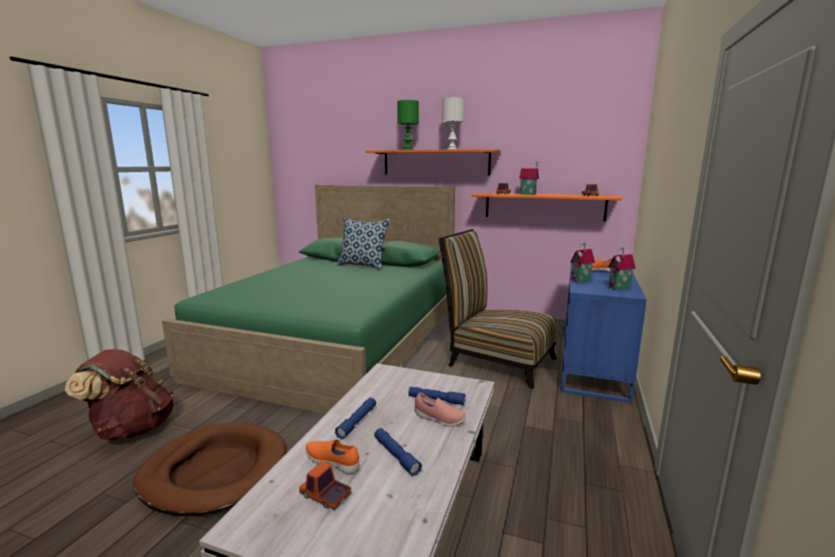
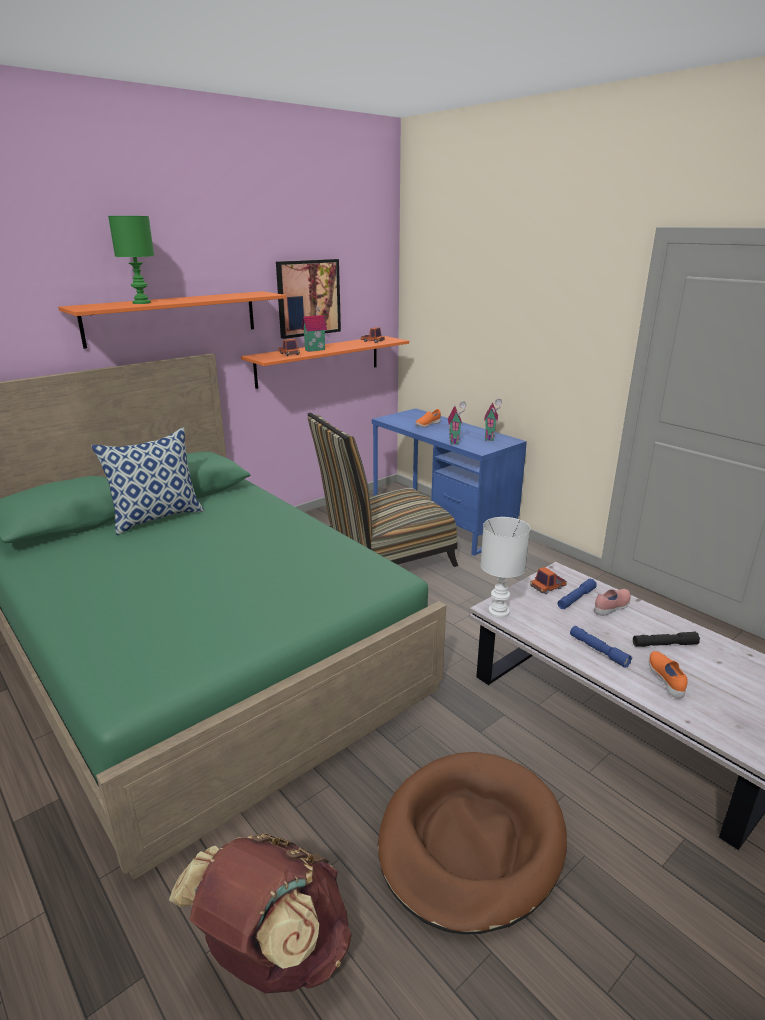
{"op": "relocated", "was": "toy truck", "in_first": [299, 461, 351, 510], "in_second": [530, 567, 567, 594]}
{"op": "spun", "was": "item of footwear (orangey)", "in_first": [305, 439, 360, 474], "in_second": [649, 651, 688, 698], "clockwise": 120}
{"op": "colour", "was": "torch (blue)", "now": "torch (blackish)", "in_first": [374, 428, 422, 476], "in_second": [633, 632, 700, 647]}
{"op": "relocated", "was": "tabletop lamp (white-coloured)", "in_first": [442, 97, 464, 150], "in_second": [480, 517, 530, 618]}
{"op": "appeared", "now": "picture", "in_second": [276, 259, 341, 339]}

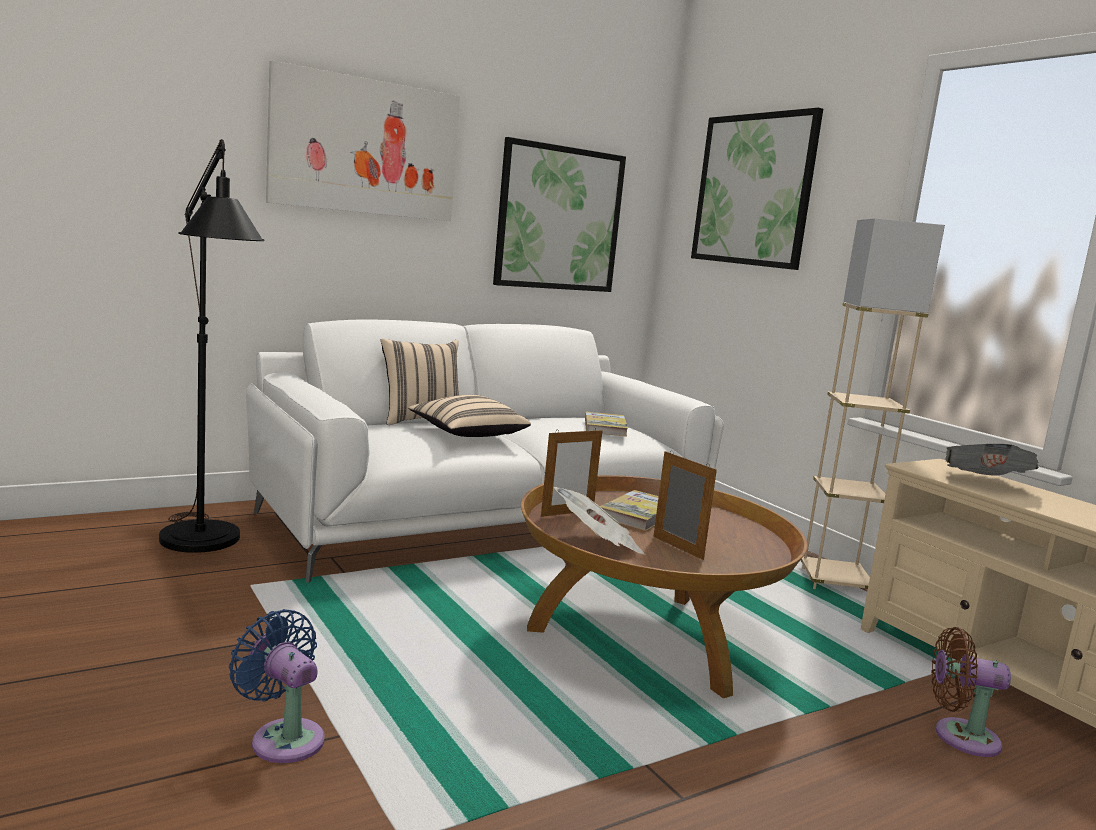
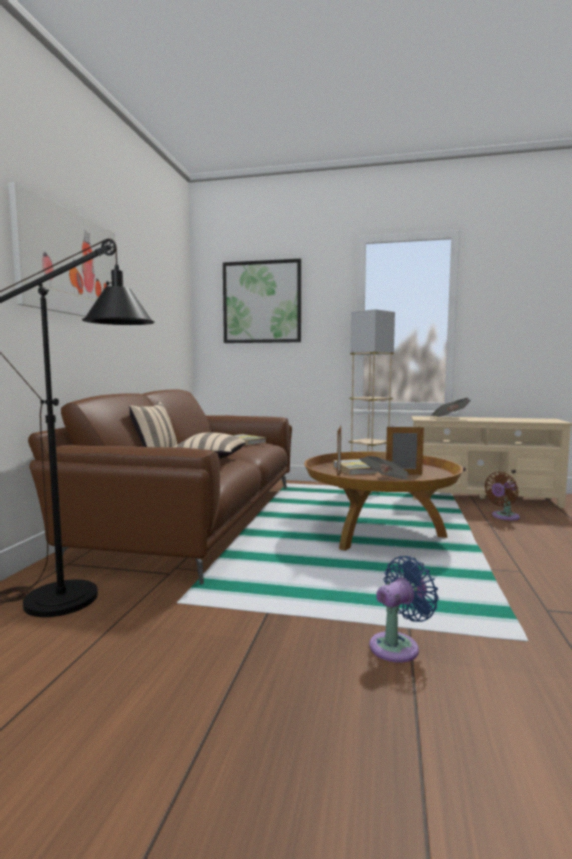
{"op": "spun", "was": "cooling fan (blue)", "in_first": [229, 609, 325, 763], "in_second": [370, 556, 439, 663], "clockwise": 150}
{"op": "colour", "was": "sofa (white-coloured)", "now": "sofa (brown)", "in_first": [246, 319, 724, 583], "in_second": [28, 389, 292, 585]}
{"op": "missing", "was": "picture", "in_first": [493, 137, 626, 292]}

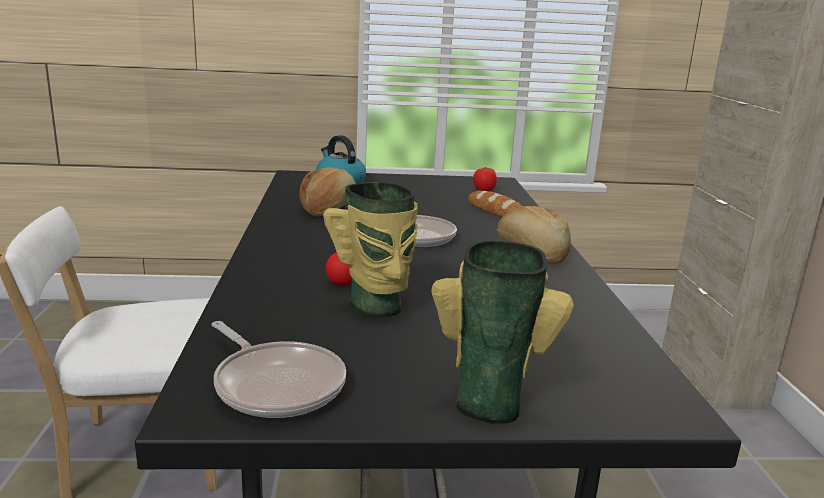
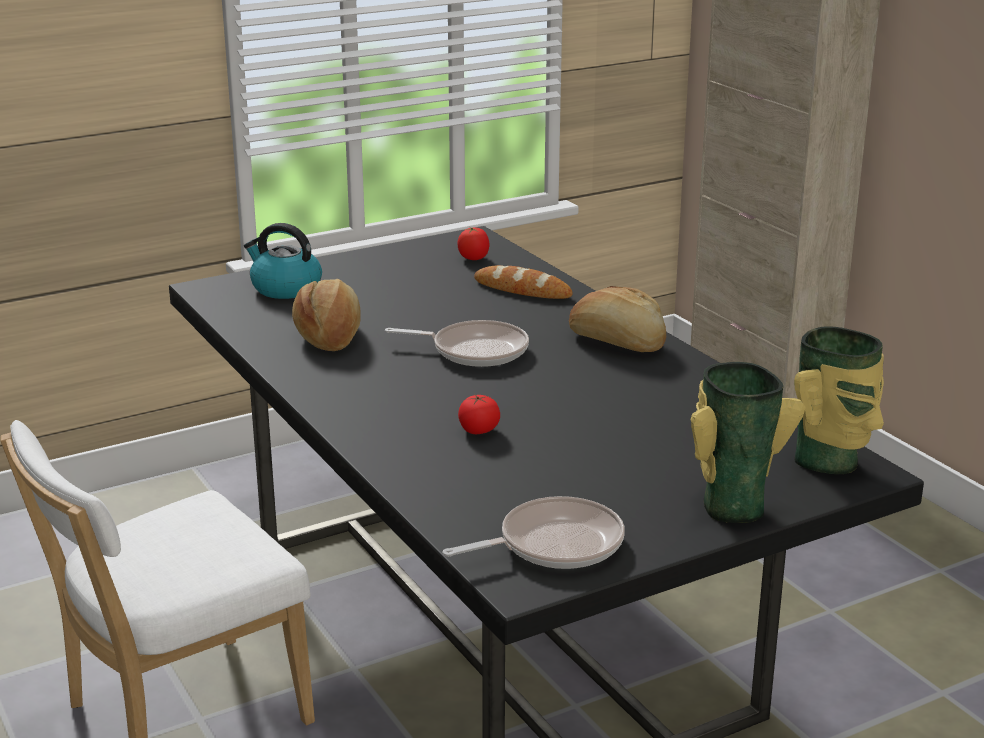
{"op": "spun", "was": "pan", "in_first": [212, 321, 346, 418], "in_second": [443, 496, 625, 569], "clockwise": -45}
{"op": "relocated", "was": "flower vase", "in_first": [323, 182, 419, 318], "in_second": [794, 326, 884, 474]}

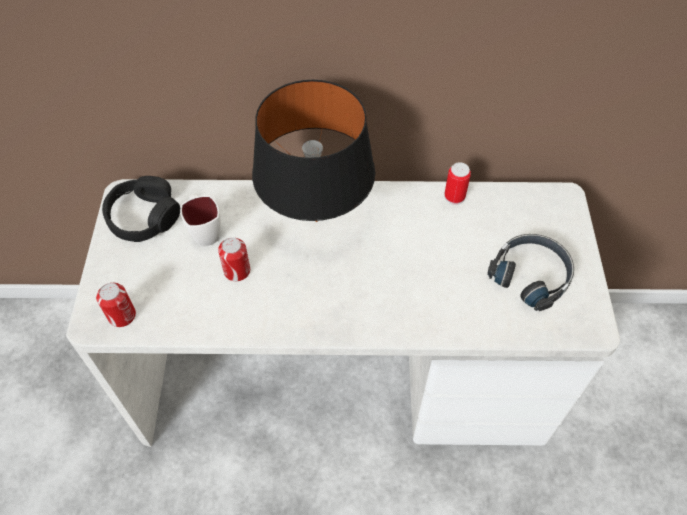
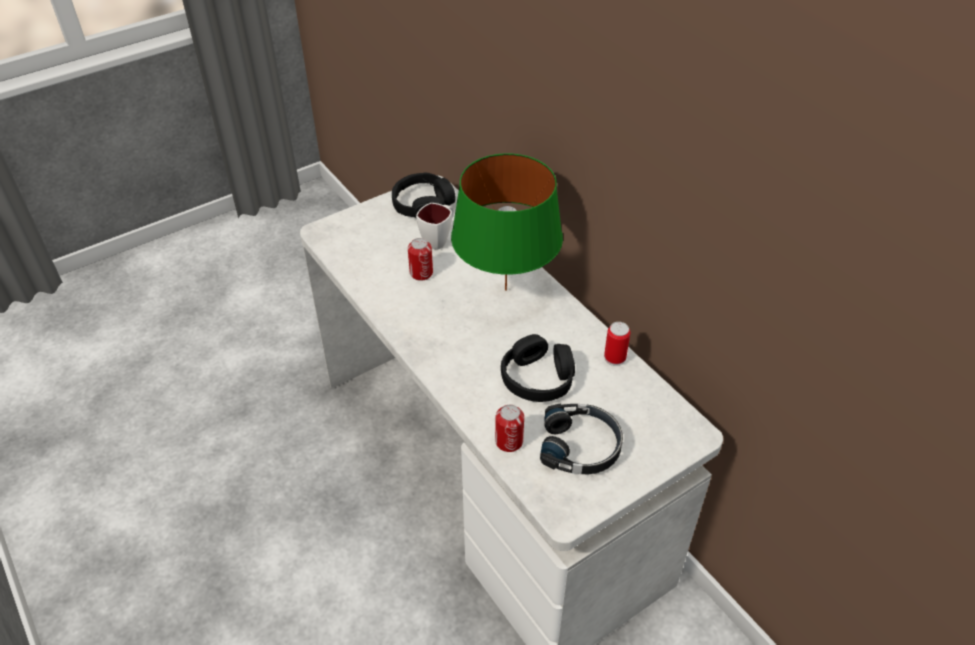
{"op": "relocated", "was": "can", "in_first": [96, 283, 136, 327], "in_second": [495, 405, 524, 452]}
{"op": "colour", "was": "tabletop lamp (blackish)", "now": "tabletop lamp (greenish)", "in_first": [252, 80, 375, 222], "in_second": [451, 153, 563, 291]}
{"op": "appeared", "now": "pair of headphones (blackish)", "in_second": [501, 334, 575, 402]}

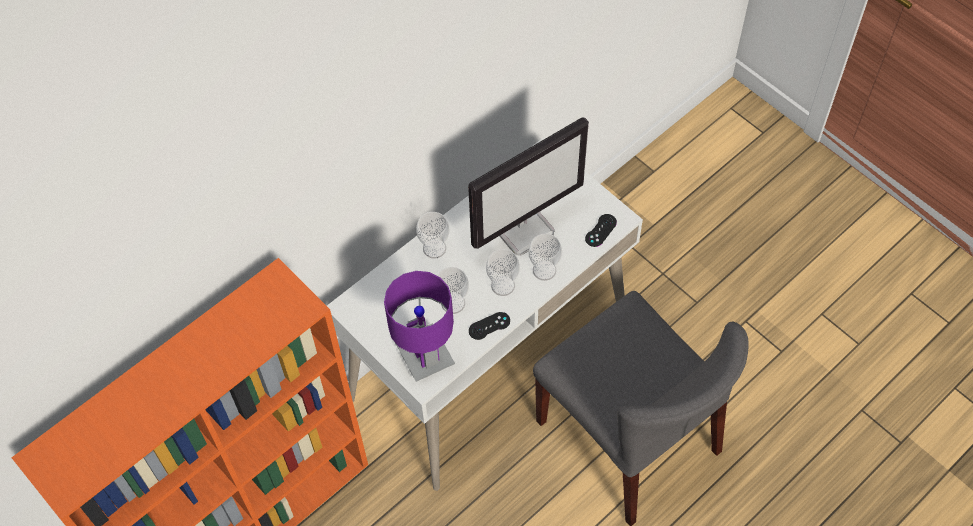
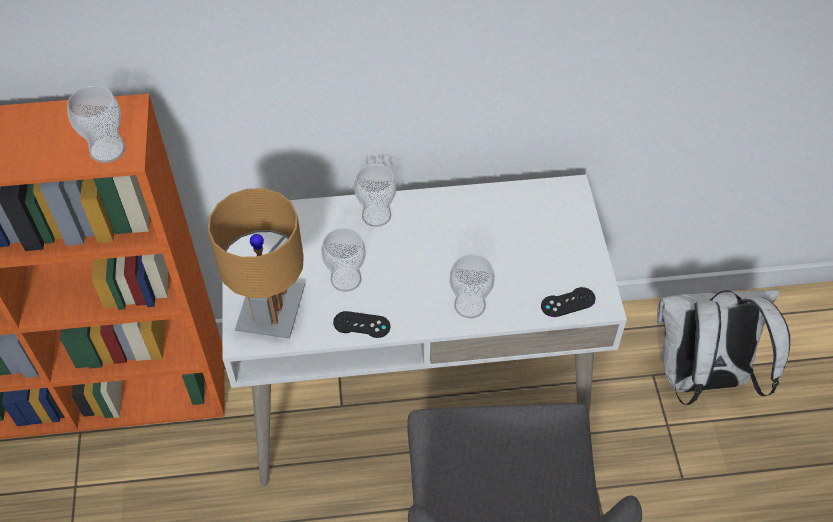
{"op": "colour", "was": "tabletop lamp (purple-coloured)", "now": "tabletop lamp (brown)", "in_first": [384, 271, 455, 382], "in_second": [208, 188, 305, 339]}
{"op": "missing", "was": "monitor", "in_first": [468, 118, 589, 256]}
{"op": "relocated", "was": "small cup", "in_first": [486, 249, 520, 296], "in_second": [67, 85, 125, 163]}
{"op": "appeared", "now": "knapsack (white-coloured)", "in_second": [657, 289, 790, 405]}

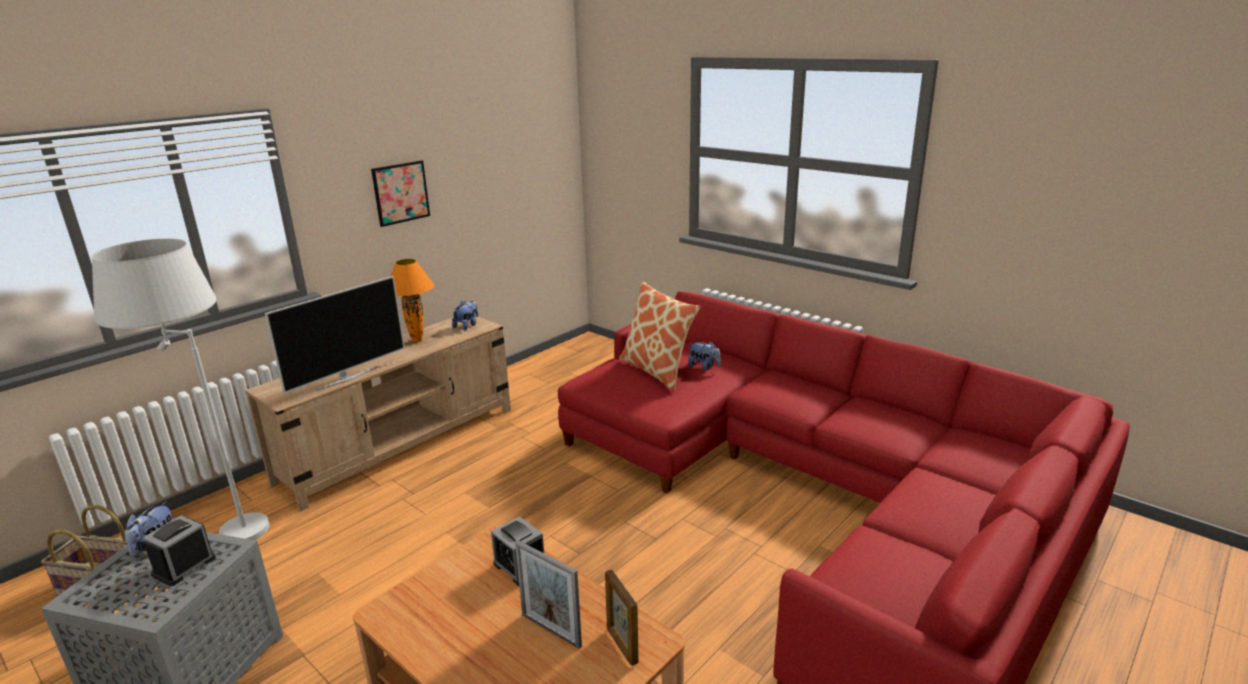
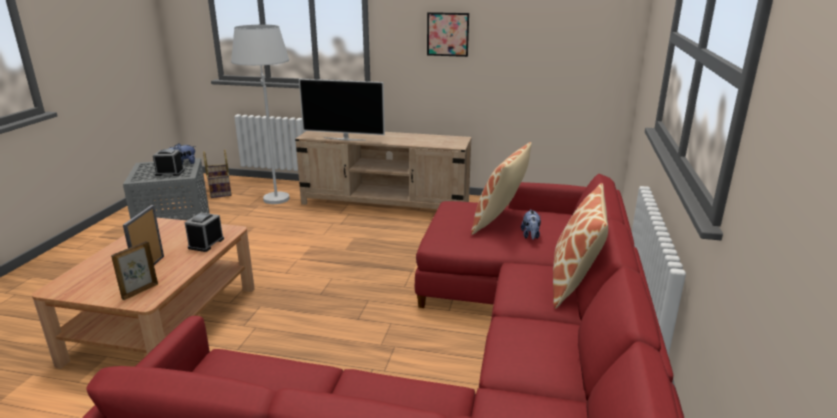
{"op": "missing", "was": "tabletop lamp (orangey)", "in_first": [390, 259, 435, 342]}
{"op": "missing", "was": "soft toy", "in_first": [452, 301, 478, 330]}
{"op": "appeared", "now": "pillow", "in_second": [553, 183, 608, 309]}

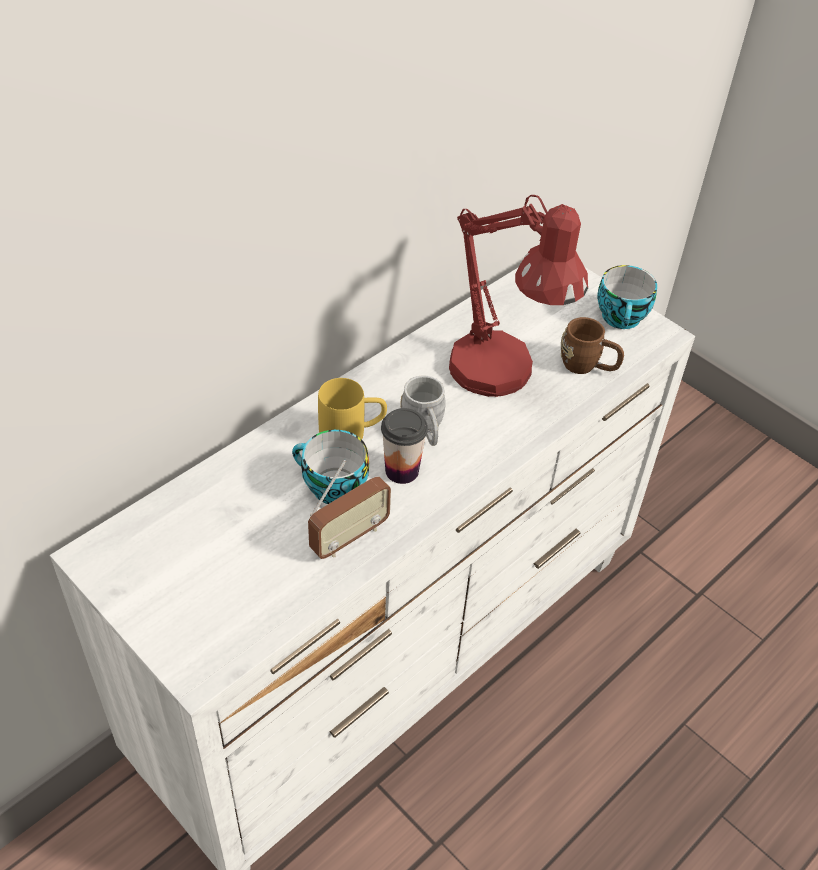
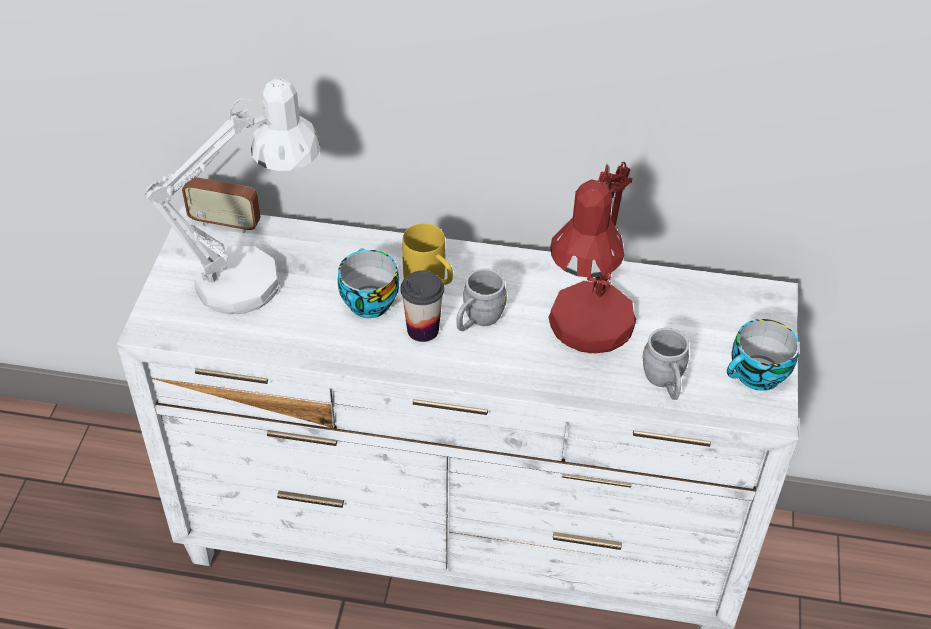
{"op": "relocated", "was": "radio", "in_first": [308, 460, 391, 559], "in_second": [182, 151, 261, 234]}
{"op": "colour", "was": "tea mug (brown)", "now": "tea mug (grey)", "in_first": [561, 317, 624, 374], "in_second": [642, 328, 689, 400]}
{"op": "appeared", "now": "tabletop lamp (white-coloured)", "in_second": [145, 78, 321, 315]}

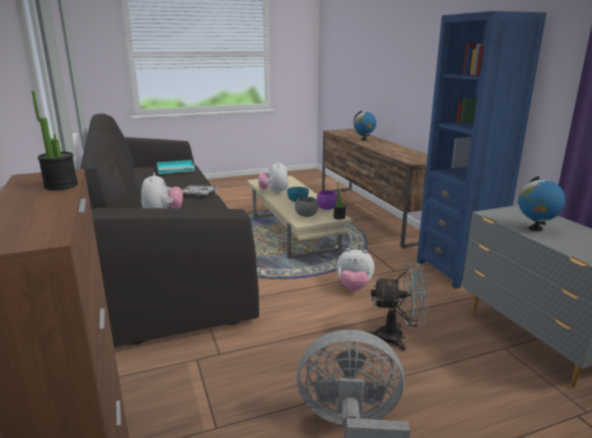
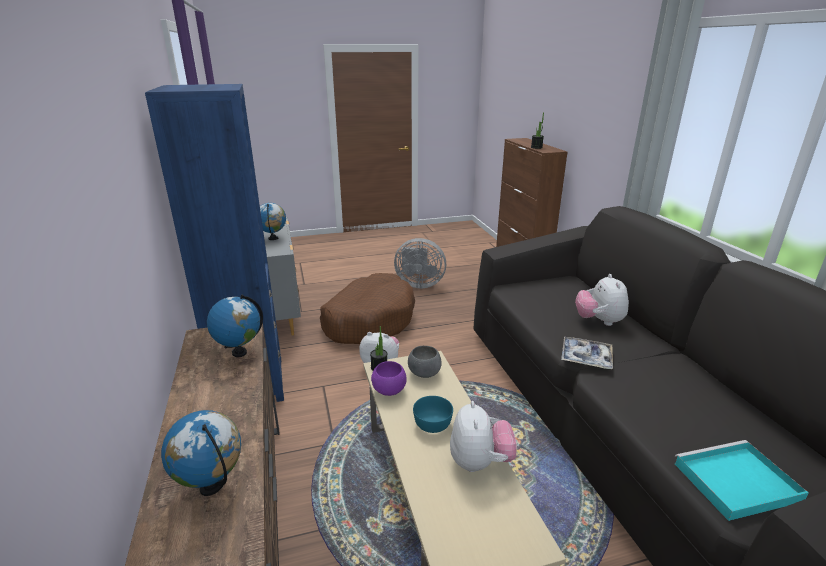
{"op": "exchanged", "was": "cooling fan (grey)", "now": "dog bed (brown)", "in_first": [367, 263, 429, 351], "in_second": [320, 273, 415, 344]}
{"op": "appeared", "now": "globe", "in_second": [207, 294, 263, 357]}

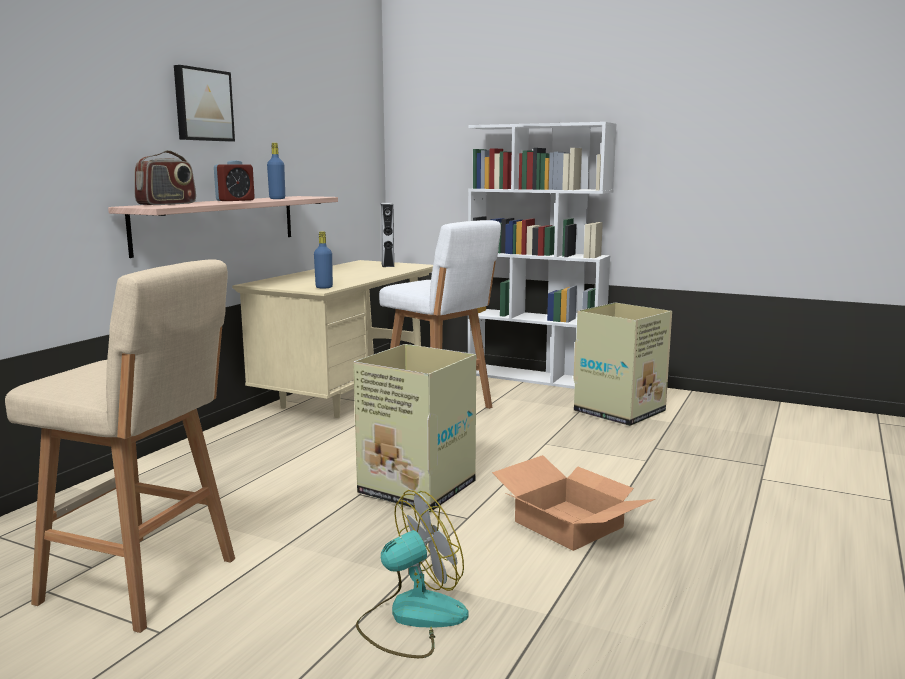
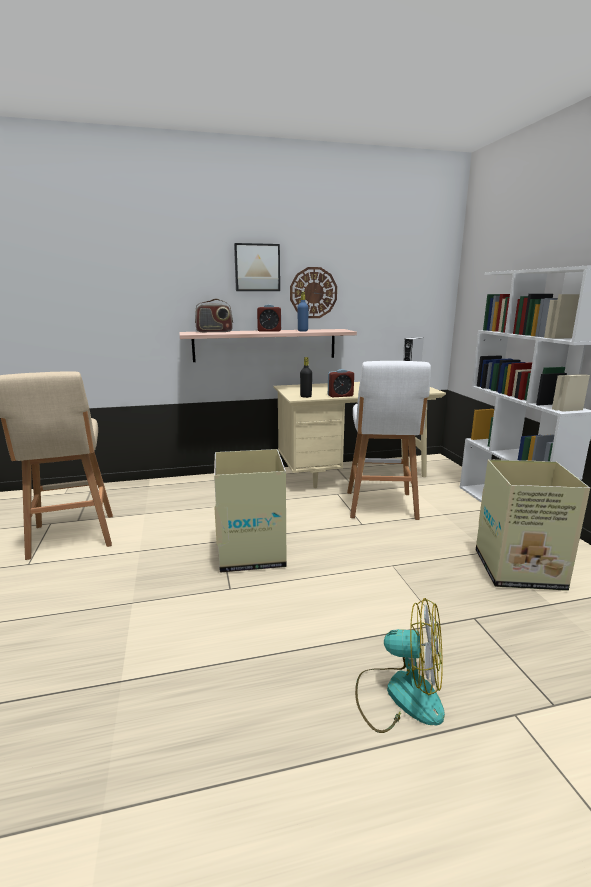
{"op": "colour", "was": "drink bottle (blue)", "now": "drink bottle (blackish)", "in_first": [314, 231, 333, 288], "in_second": [300, 357, 312, 398]}
{"op": "relocated", "was": "cooling fan", "in_first": [356, 490, 469, 658], "in_second": [355, 598, 445, 733]}
{"op": "missing", "was": "packing box", "in_first": [492, 455, 655, 551]}
{"op": "appeared", "now": "clock on the wall", "in_second": [290, 267, 337, 318]}
{"op": "appeared", "now": "table clock", "in_second": [328, 369, 354, 397]}

